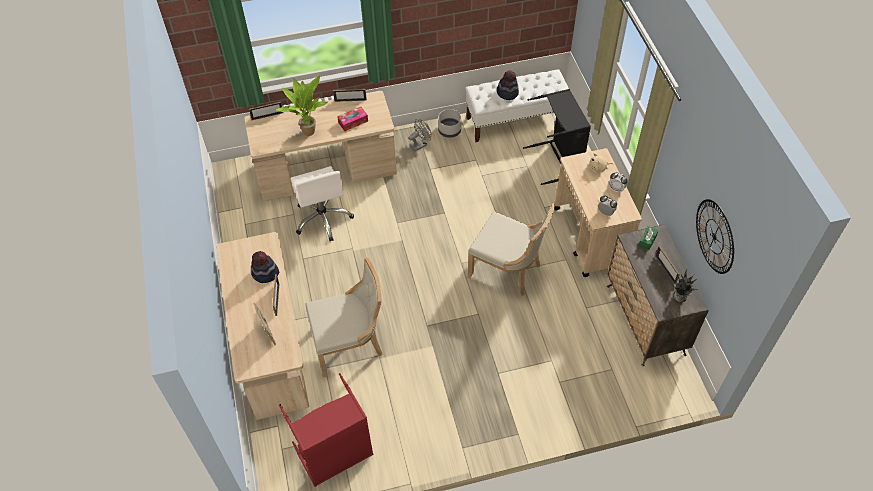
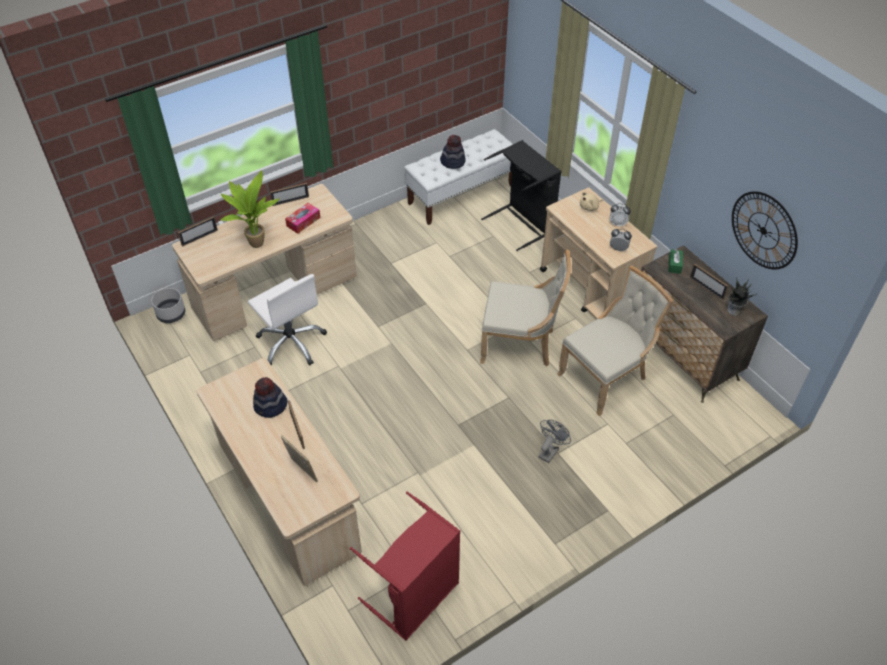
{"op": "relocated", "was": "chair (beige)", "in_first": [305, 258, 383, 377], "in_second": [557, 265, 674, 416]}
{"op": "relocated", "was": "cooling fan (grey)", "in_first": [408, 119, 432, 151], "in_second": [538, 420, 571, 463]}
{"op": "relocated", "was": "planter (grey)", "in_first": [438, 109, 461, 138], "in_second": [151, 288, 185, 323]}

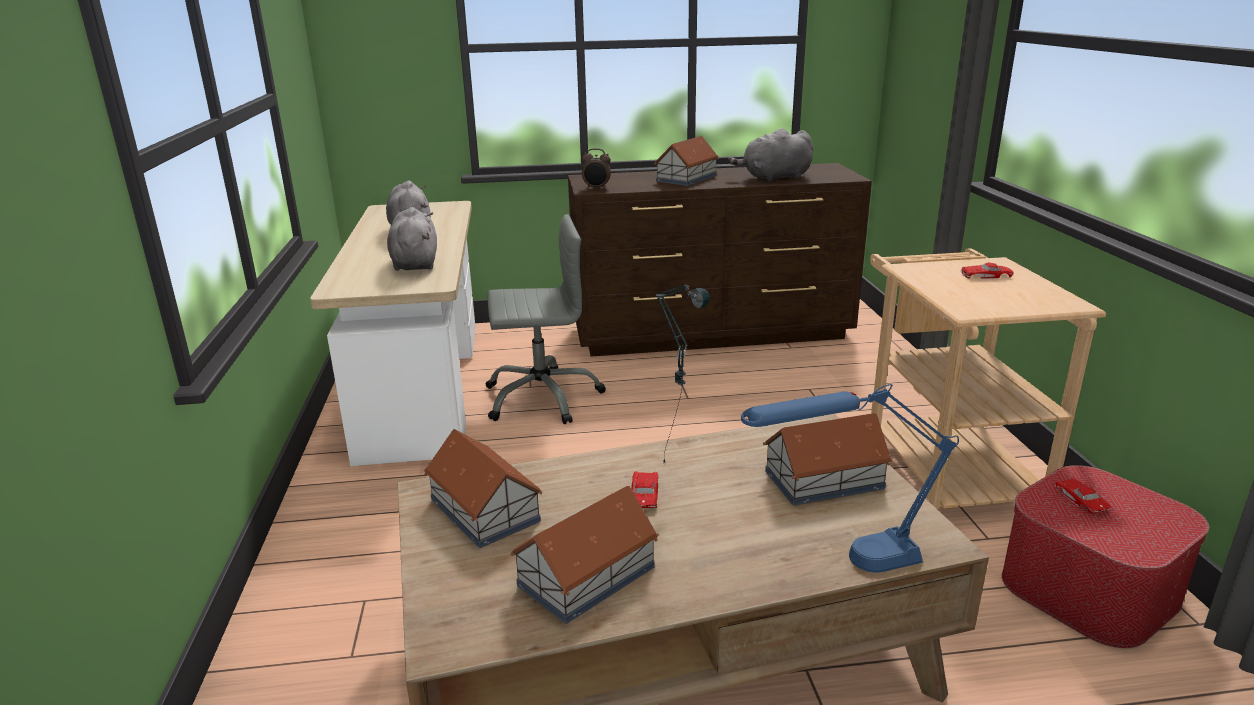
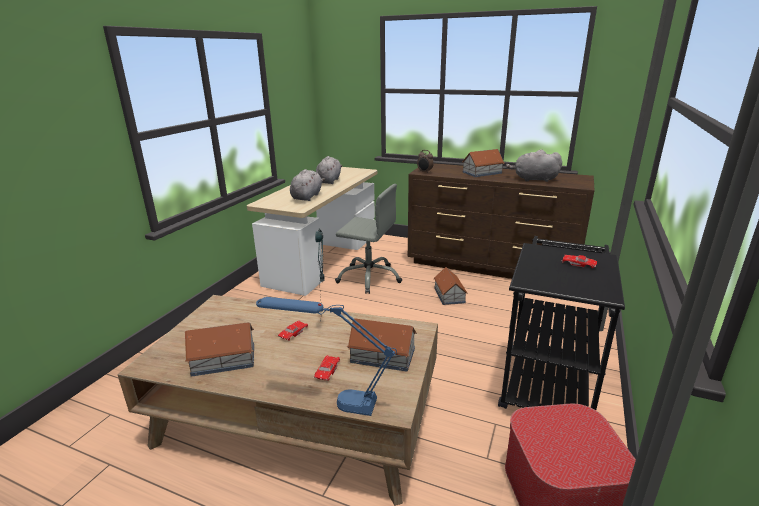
{"op": "relocated", "was": "model house", "in_first": [424, 429, 543, 548], "in_second": [434, 267, 467, 305]}
{"op": "colour", "was": "trolley (beige)", "now": "trolley (blackish)", "in_first": [870, 248, 1106, 511], "in_second": [498, 236, 625, 410]}
{"op": "relocated", "was": "toy car (red)", "in_first": [1055, 478, 1112, 513], "in_second": [314, 355, 340, 381]}

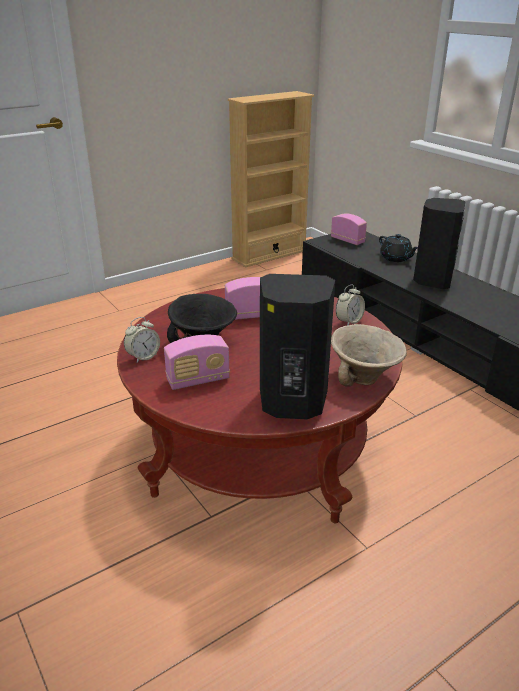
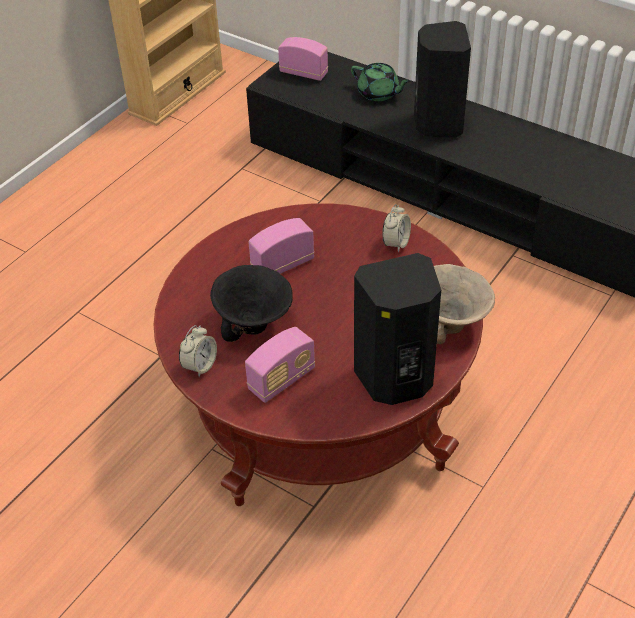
{"op": "colour", "was": "pot for tea (blackish)", "now": "pot for tea (greenish)", "in_first": [379, 234, 418, 262], "in_second": [351, 63, 410, 101]}

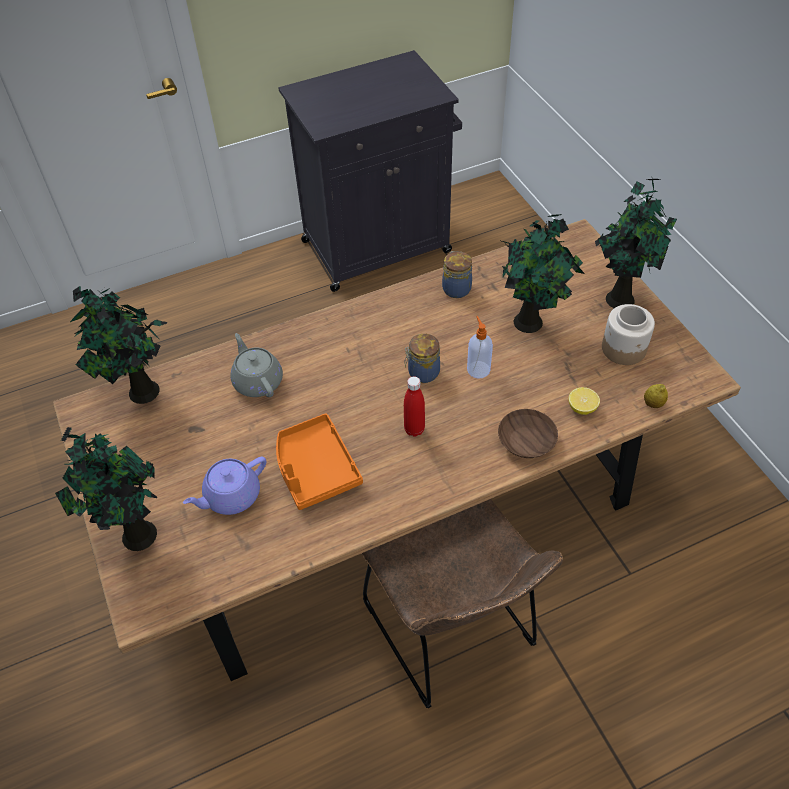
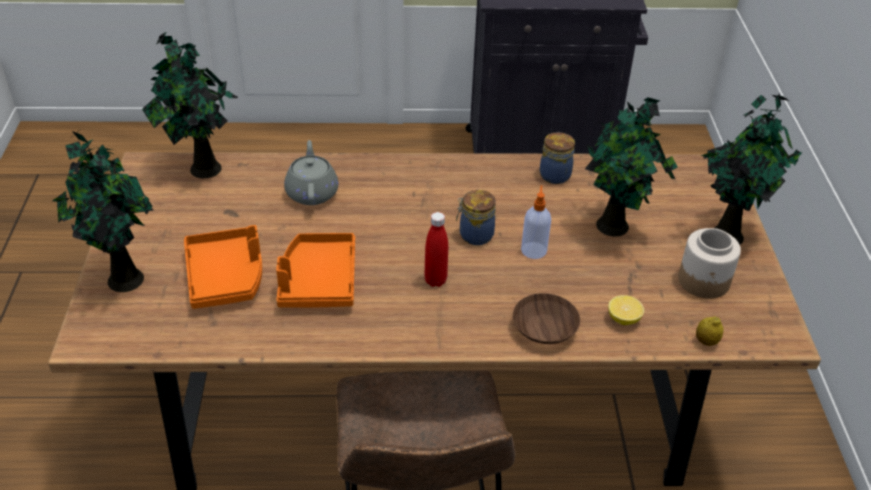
{"op": "exchanged", "was": "pot for tea (purple-coloured)", "now": "serving tray (orangey)", "in_first": [183, 457, 266, 515], "in_second": [184, 225, 262, 309]}

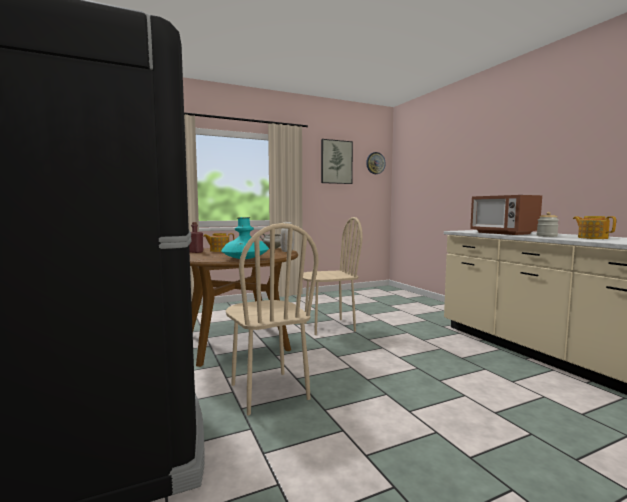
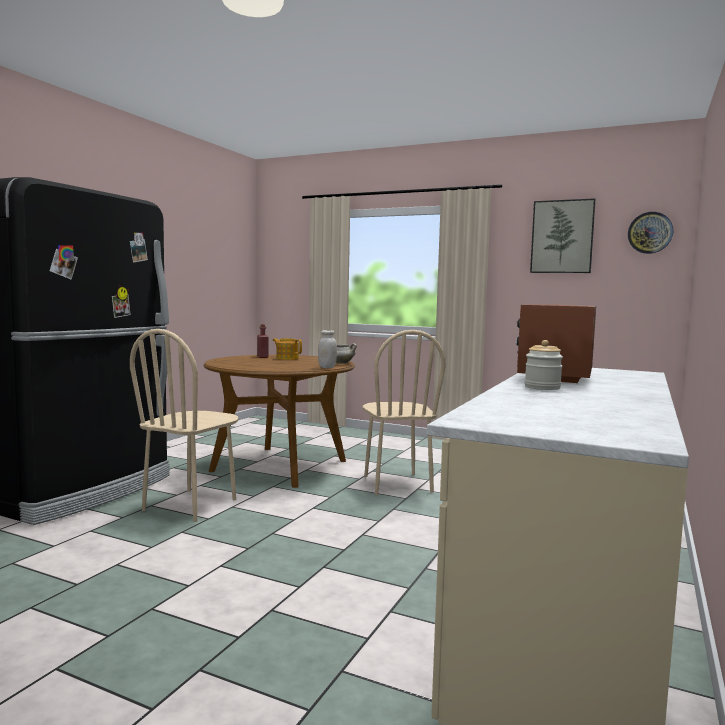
{"op": "missing", "was": "flower vase (turquoise-coloured)", "in_first": [221, 217, 269, 259]}
{"op": "spun", "was": "chair (beige)", "in_first": [303, 217, 363, 335], "in_second": [362, 330, 445, 495], "clockwise": 45}
{"op": "missing", "was": "pot for tea", "in_first": [573, 216, 616, 239]}

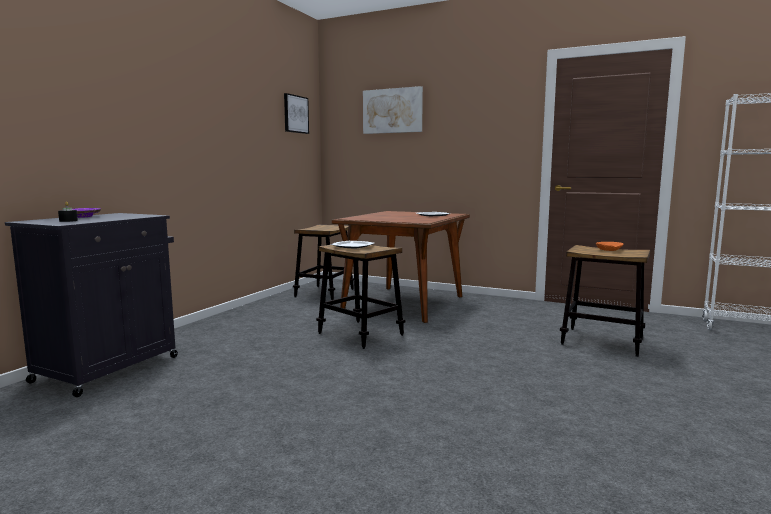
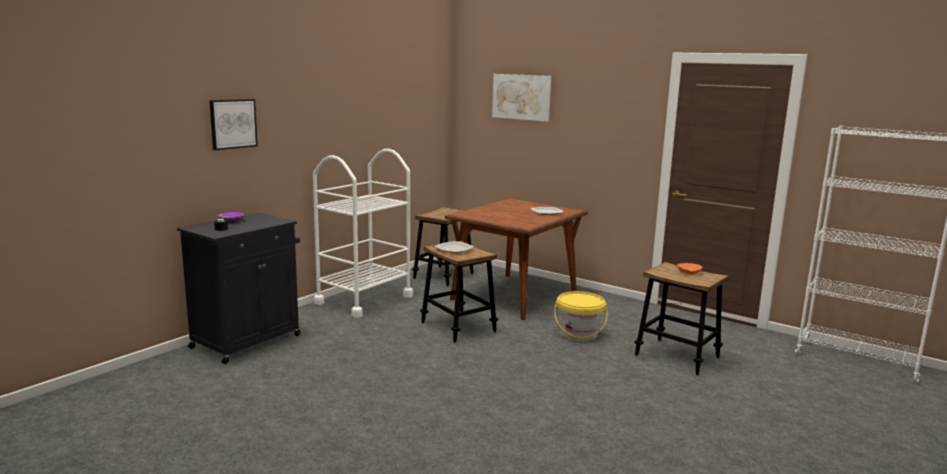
{"op": "relocated", "was": "picture", "in_first": [284, 93, 309, 134], "in_second": [209, 99, 258, 150]}
{"op": "appeared", "now": "trolley (white-coloured)", "in_second": [313, 149, 413, 318]}
{"op": "appeared", "now": "pail (yellow)", "in_second": [554, 291, 608, 341]}

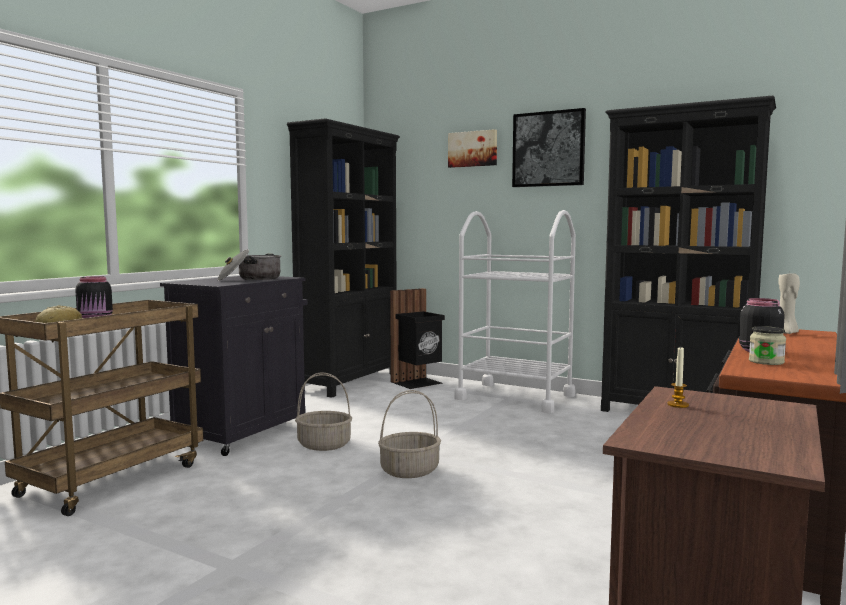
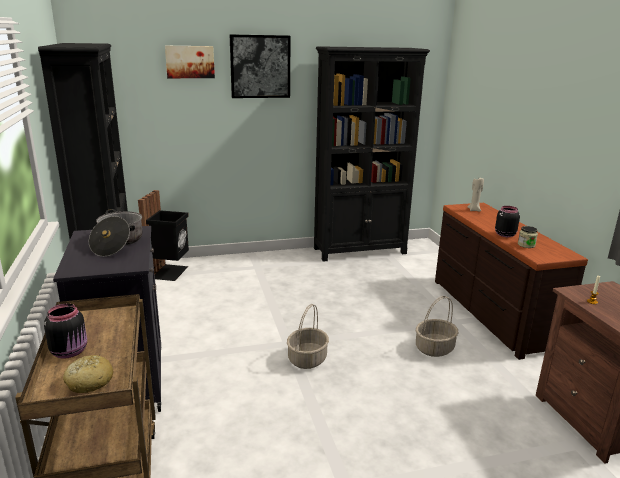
{"op": "relocated", "was": "basket", "in_first": [295, 372, 352, 451], "in_second": [416, 296, 458, 357]}
{"op": "missing", "was": "trolley (white-coloured)", "in_first": [454, 210, 576, 413]}

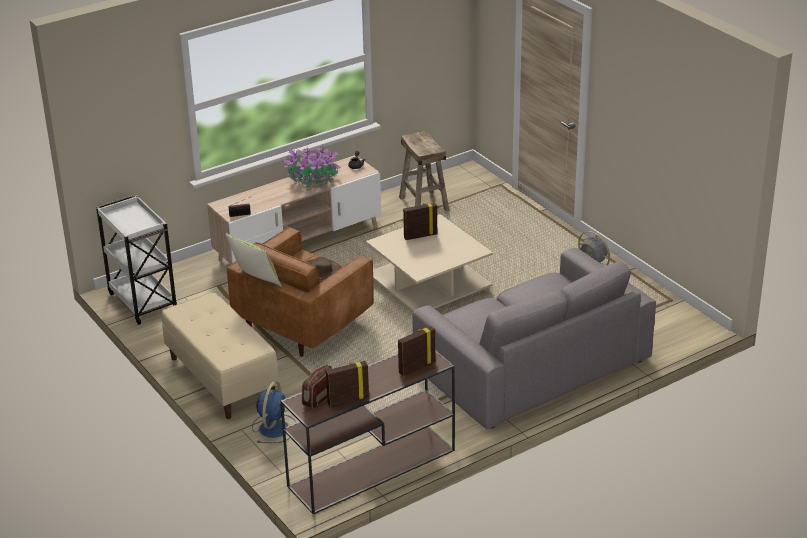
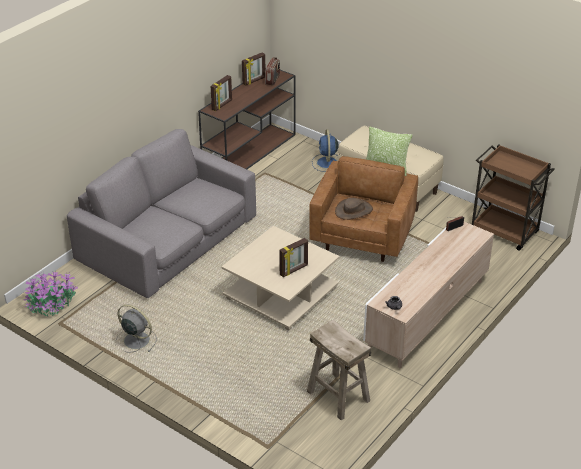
{"op": "colour", "was": "trolley (white-coloured)", "now": "trolley (brown)", "in_first": [96, 195, 177, 325], "in_second": [472, 144, 555, 251]}
{"op": "relocated", "was": "plant in a pot", "in_first": [284, 145, 341, 186], "in_second": [24, 272, 78, 317]}

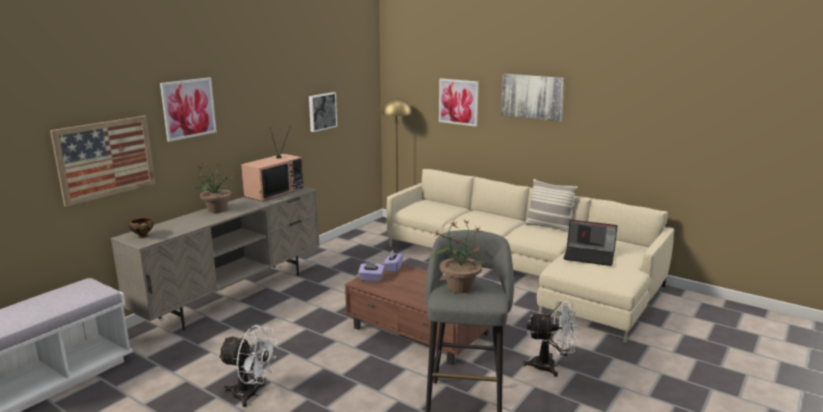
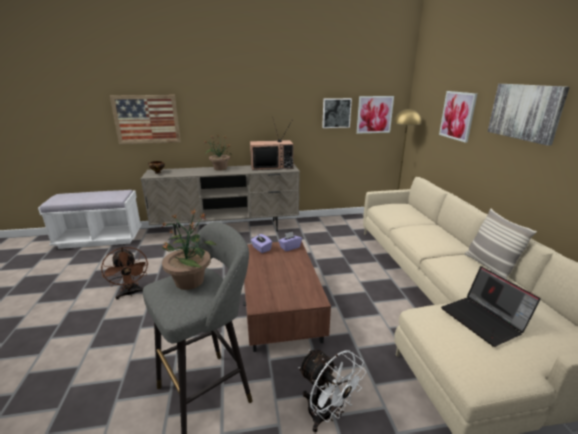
{"op": "relocated", "was": "picture", "in_first": [160, 77, 217, 142], "in_second": [356, 96, 394, 134]}
{"op": "colour", "was": "cooling fan (white-coloured)", "now": "cooling fan (brown)", "in_first": [218, 325, 277, 407], "in_second": [101, 247, 148, 300]}

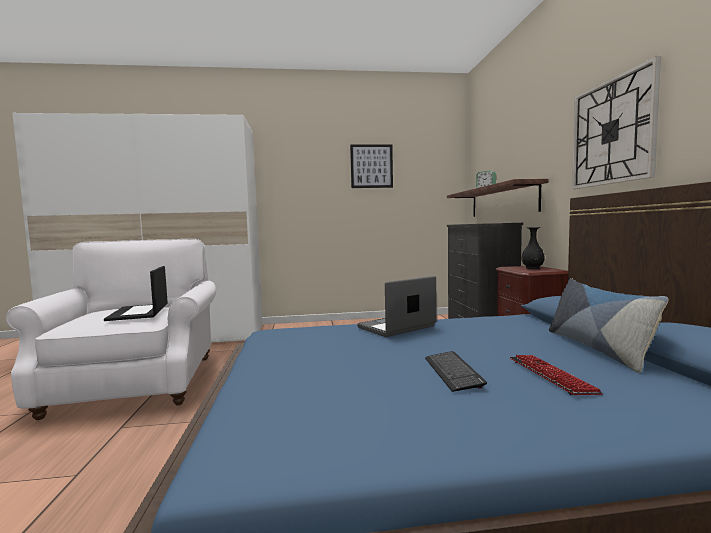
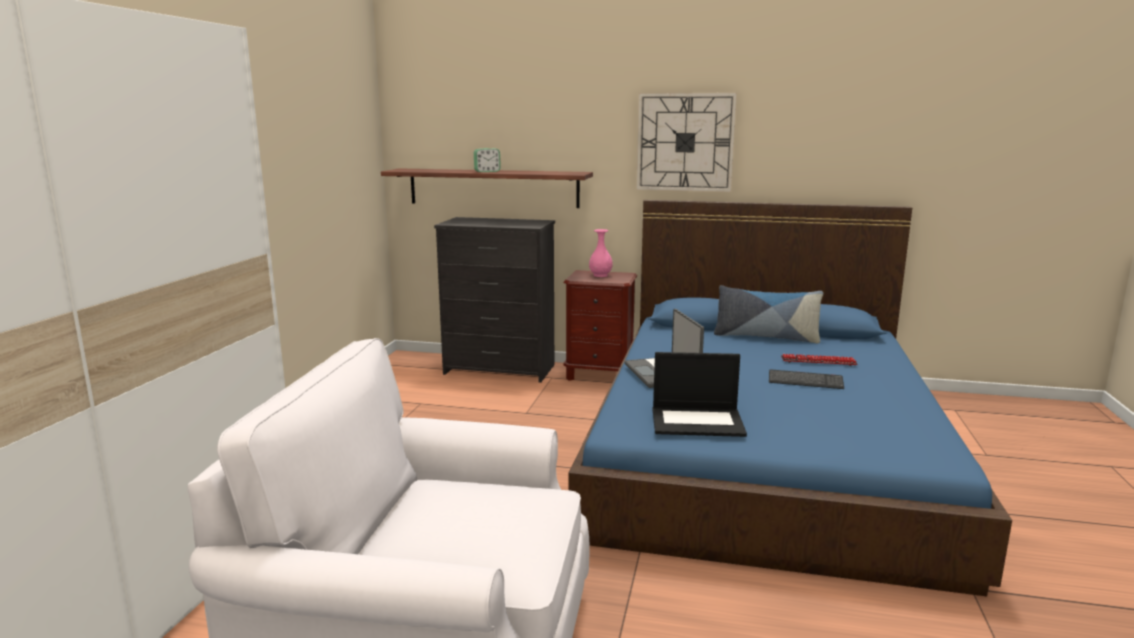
{"op": "relocated", "was": "portable computer", "in_first": [104, 266, 168, 321], "in_second": [653, 352, 747, 437]}
{"op": "missing", "was": "picture", "in_first": [350, 144, 393, 188]}
{"op": "colour", "was": "flower vase (blackish)", "now": "flower vase (pink)", "in_first": [522, 227, 545, 269], "in_second": [589, 229, 613, 277]}

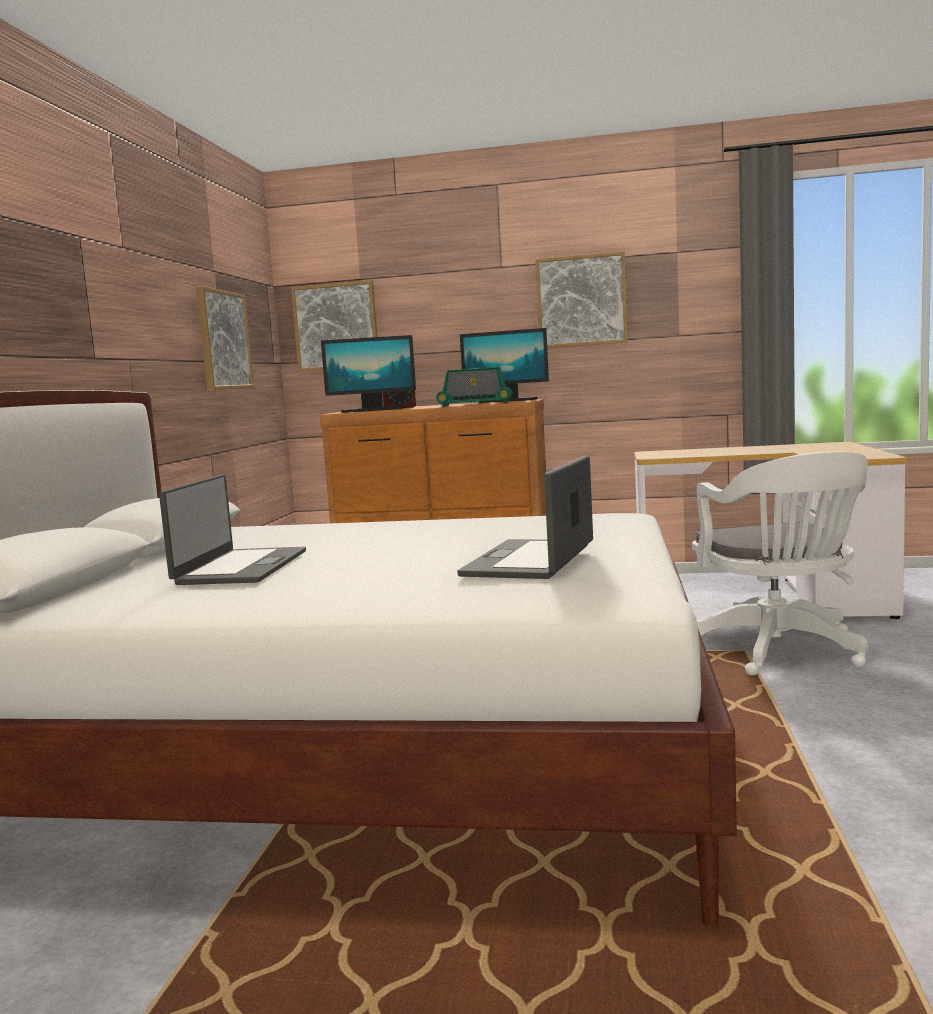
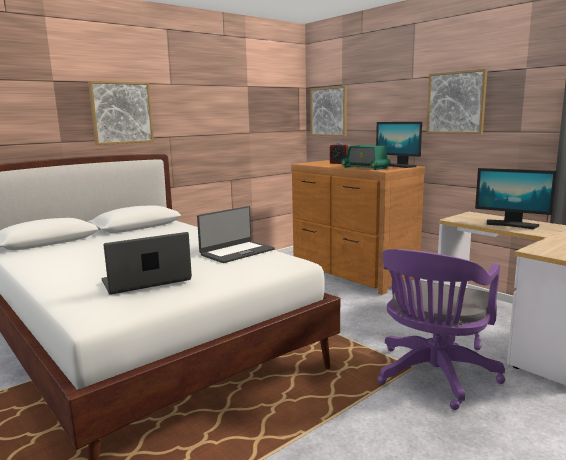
{"op": "relocated", "was": "portable computer", "in_first": [159, 474, 306, 585], "in_second": [197, 206, 275, 263]}
{"op": "relocated", "was": "picture", "in_first": [196, 286, 254, 390], "in_second": [88, 81, 154, 145]}
{"op": "relocated", "was": "monitor", "in_first": [321, 335, 416, 413], "in_second": [475, 168, 557, 229]}
{"op": "colour", "was": "office chair (white-coloured)", "now": "office chair (purple-coloured)", "in_first": [692, 451, 868, 675], "in_second": [378, 249, 505, 410]}

